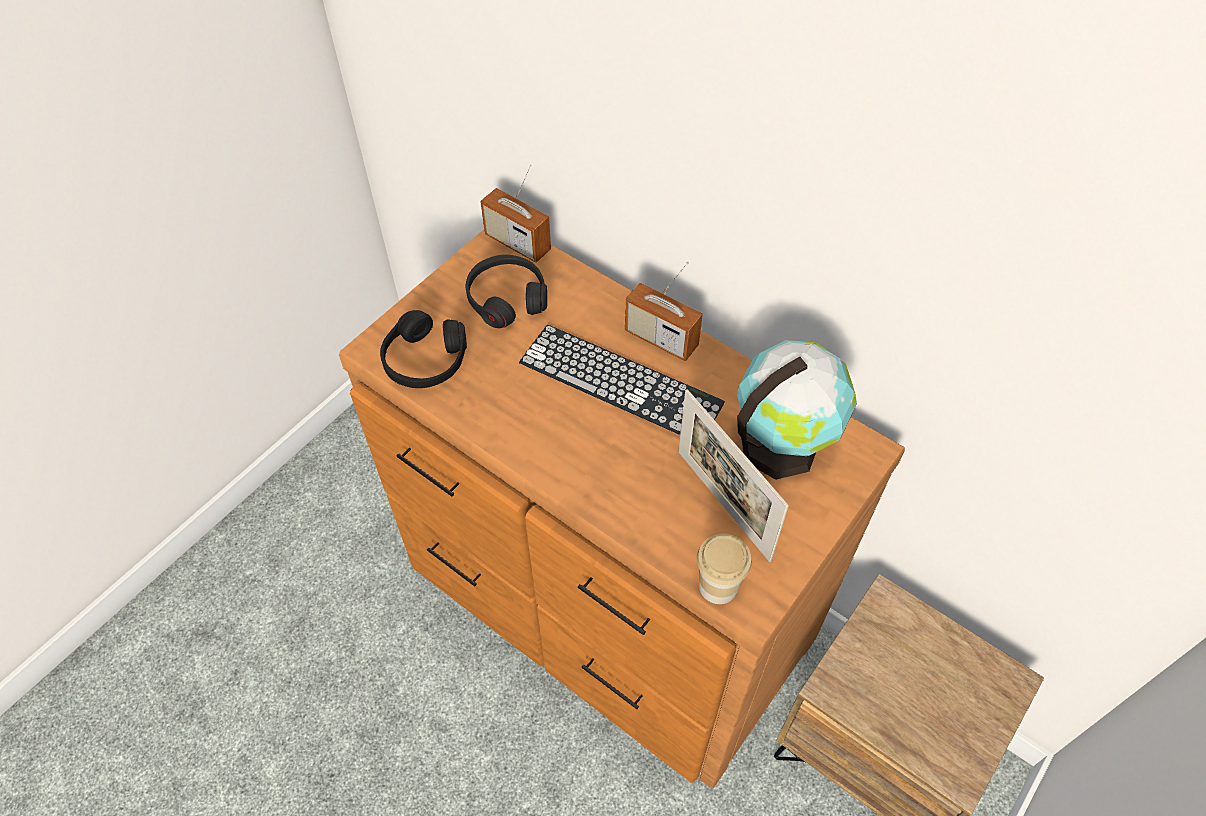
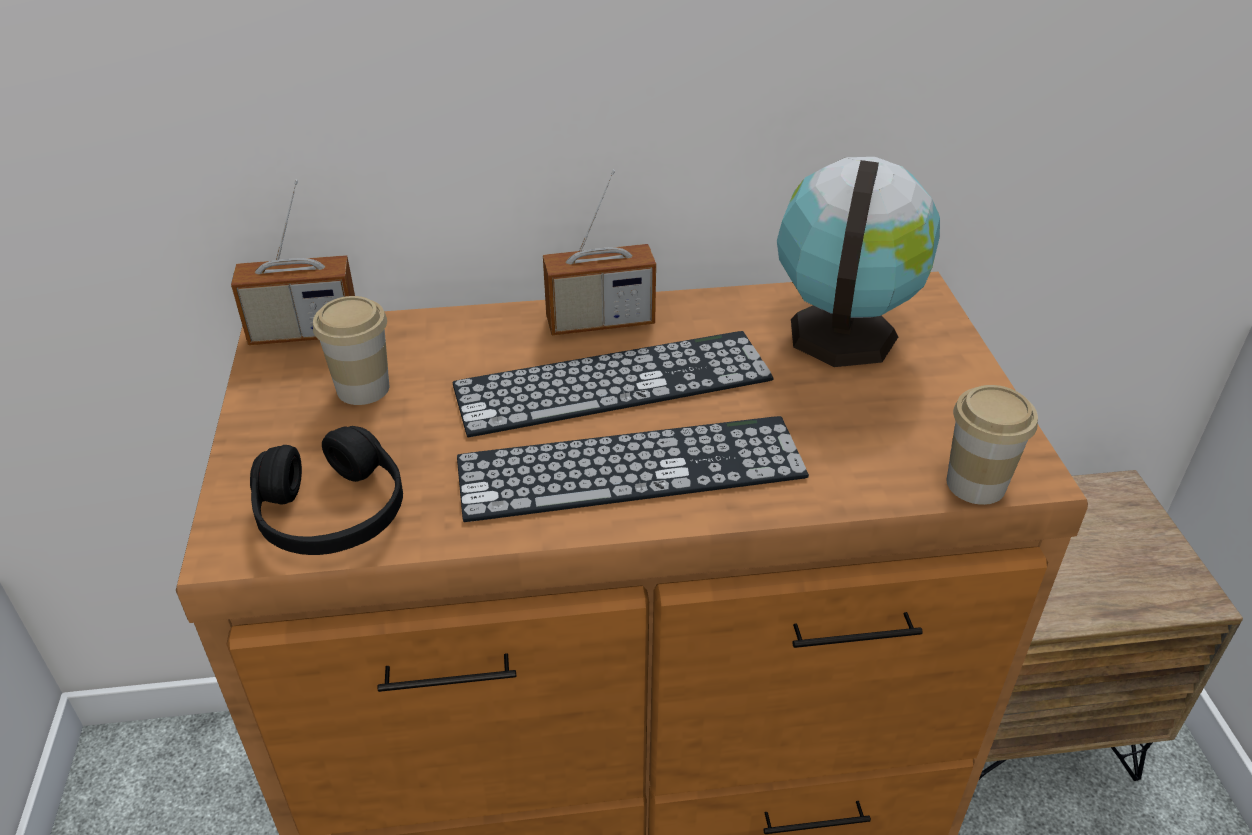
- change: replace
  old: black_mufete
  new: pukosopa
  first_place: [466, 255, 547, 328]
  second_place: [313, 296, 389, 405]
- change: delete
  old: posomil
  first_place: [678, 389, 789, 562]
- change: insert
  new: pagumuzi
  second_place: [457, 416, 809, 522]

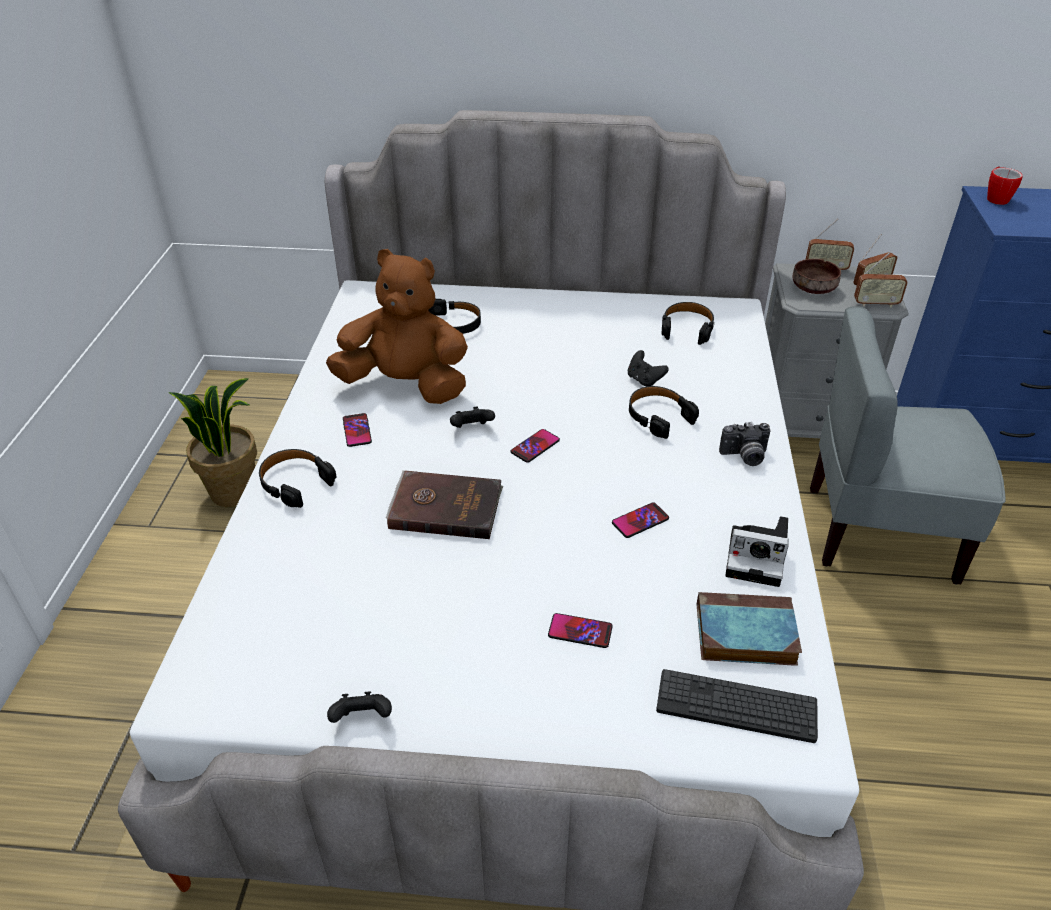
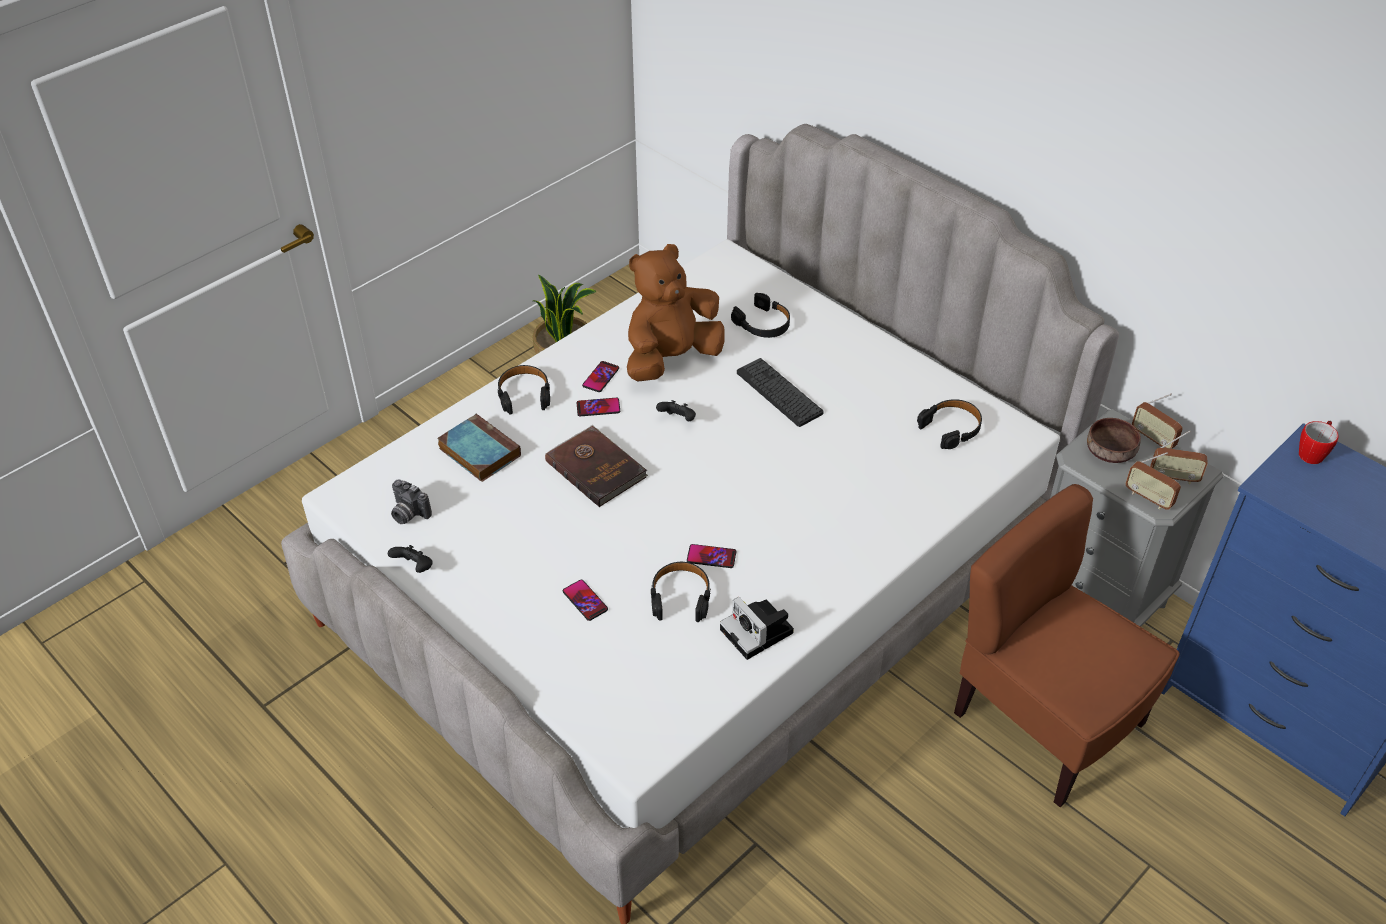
- change: rotate
  old: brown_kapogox
  first_place: [326, 249, 468, 404]
  second_place: [627, 244, 724, 381]
  degrees: -90
- change: recolor
  old: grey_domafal
  new: brown_domafal
  first_place: [810, 306, 1006, 585]
  second_place: [954, 484, 1180, 808]
- change: delete
  old: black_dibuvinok
  first_place: [628, 350, 669, 386]
- change: move
  old: black_mufete
  first_place: [629, 386, 699, 439]
  second_place: [651, 562, 711, 622]
- change: move
  old: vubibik
  first_place: [719, 422, 771, 466]
  second_place: [391, 479, 432, 524]
- change: move
  old: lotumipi
  first_place: [511, 429, 560, 463]
  second_place: [576, 398, 620, 416]
- change: move
  old: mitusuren
  first_place: [697, 592, 802, 666]
  second_place: [437, 414, 521, 482]
- change: move
  old: pagumuzi
  first_place: [656, 669, 818, 743]
  second_place: [737, 358, 824, 427]

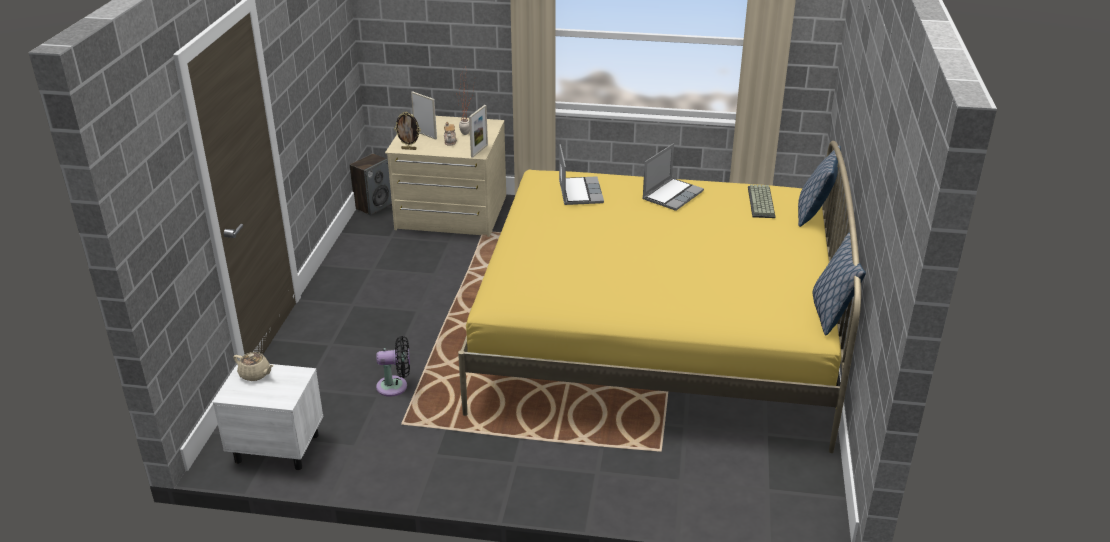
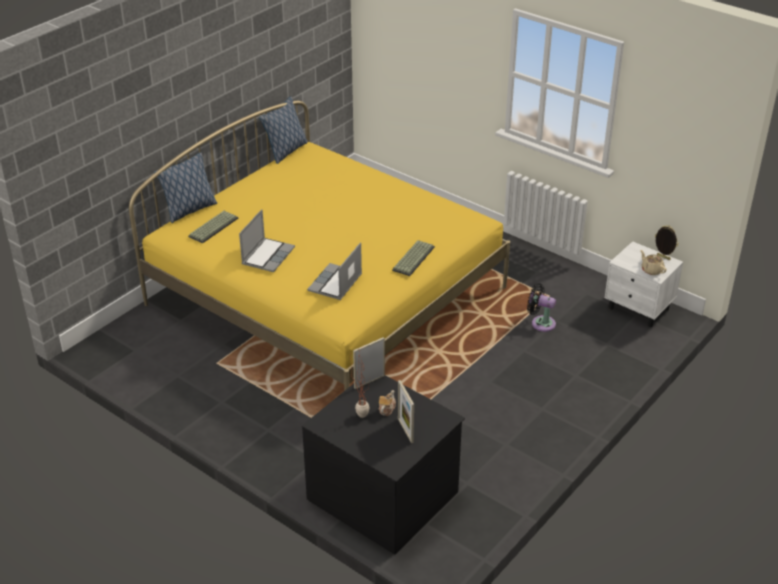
- change: move
  old: posomil
  first_place: [394, 112, 420, 150]
  second_place: [655, 225, 679, 260]
- change: recolor
  old: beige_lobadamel
  new: black_lobadamel
  first_place: [385, 114, 506, 237]
  second_place: [302, 375, 465, 554]
- change: rotate
  old: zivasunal
  first_place: [642, 143, 704, 211]
  second_place: [239, 209, 295, 272]
  degrees: 135
- change: delete
  old: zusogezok
  first_place: [350, 153, 392, 216]
- change: insert
  new: pagumuzi
  second_place: [392, 240, 435, 276]

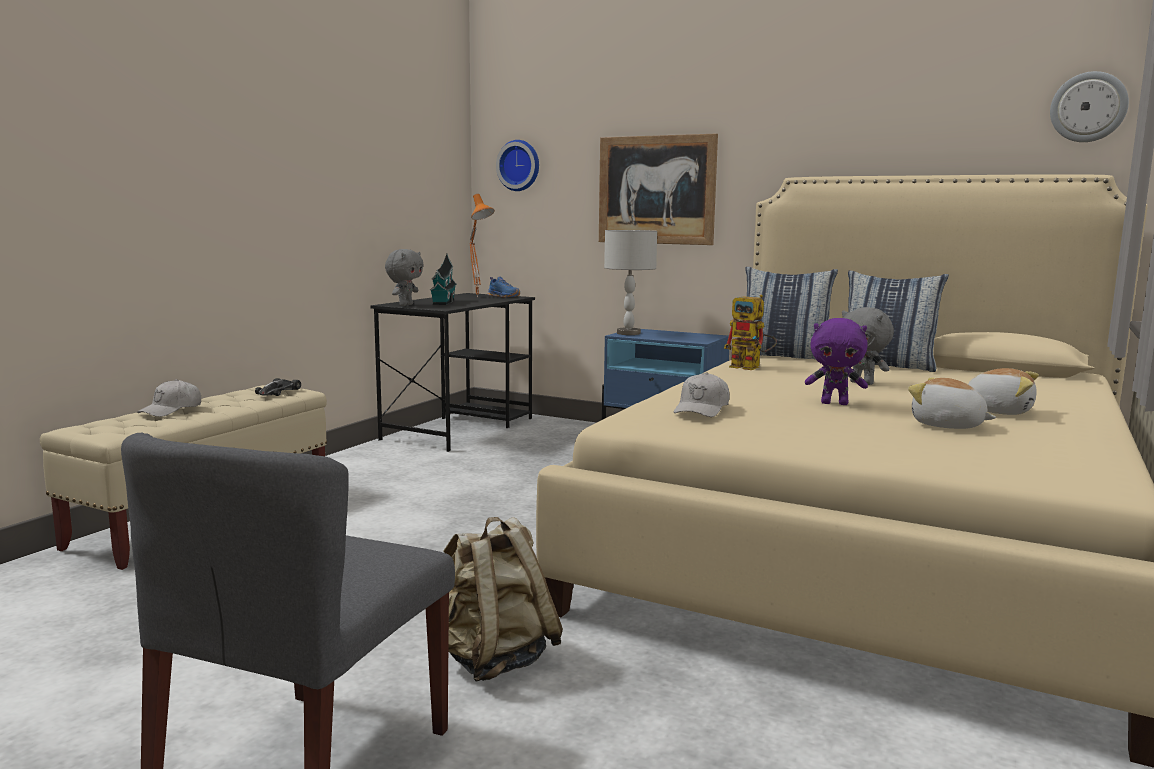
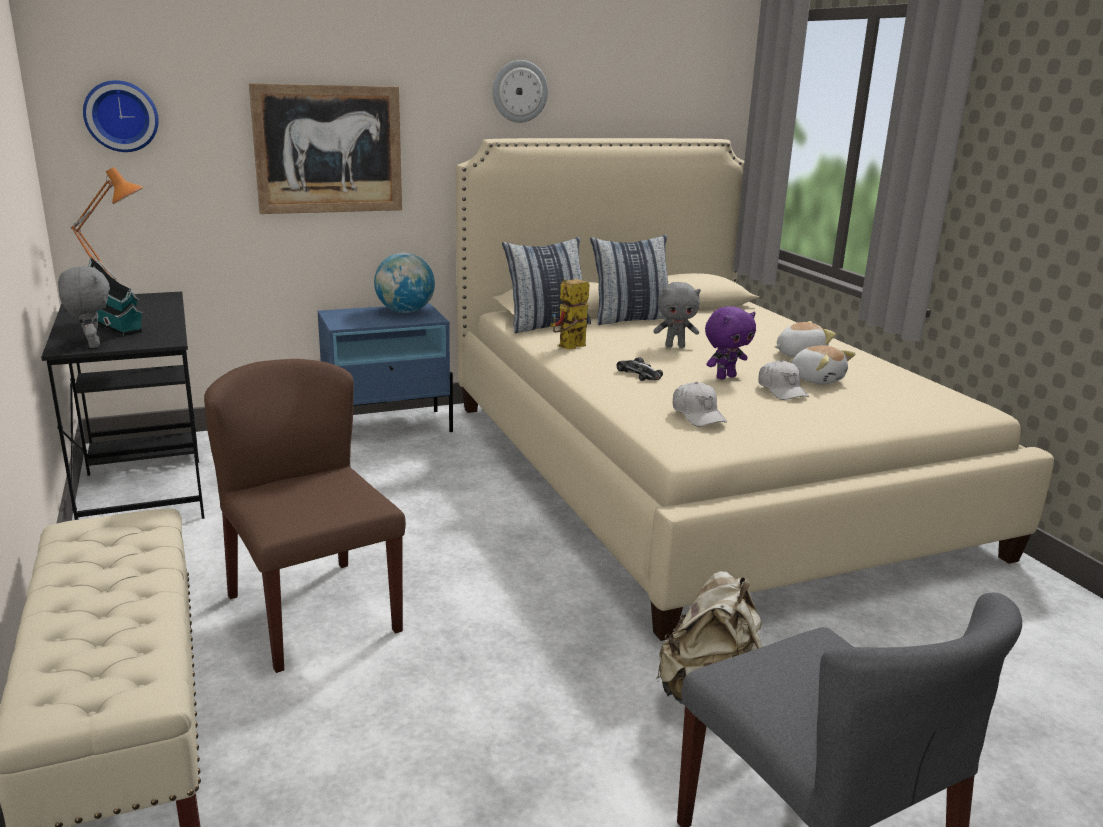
- change: move
  old: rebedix
  first_place: [1050, 71, 1129, 142]
  second_place: [492, 60, 548, 123]
- change: delete
  old: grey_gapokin
  first_place: [604, 230, 657, 335]
- change: delete
  old: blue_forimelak
  first_place: [488, 277, 520, 297]
- change: rotate
  old: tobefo
  first_place: [724, 294, 777, 370]
  second_place: [551, 279, 589, 350]
  degrees: 150
- change: rotate
  old: kapogox
  first_place: [908, 377, 996, 429]
  second_place: [791, 345, 856, 384]
  degrees: -120
- change: move
  old: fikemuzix
  first_place: [255, 378, 301, 396]
  second_place: [616, 357, 663, 381]
- change: move
  old: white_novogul
  first_place: [137, 379, 201, 417]
  second_place: [758, 360, 810, 400]
- change: insert
  new: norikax
  second_place: [374, 253, 435, 313]
- change: insert
  new: brown_domafal
  second_place: [204, 359, 406, 673]

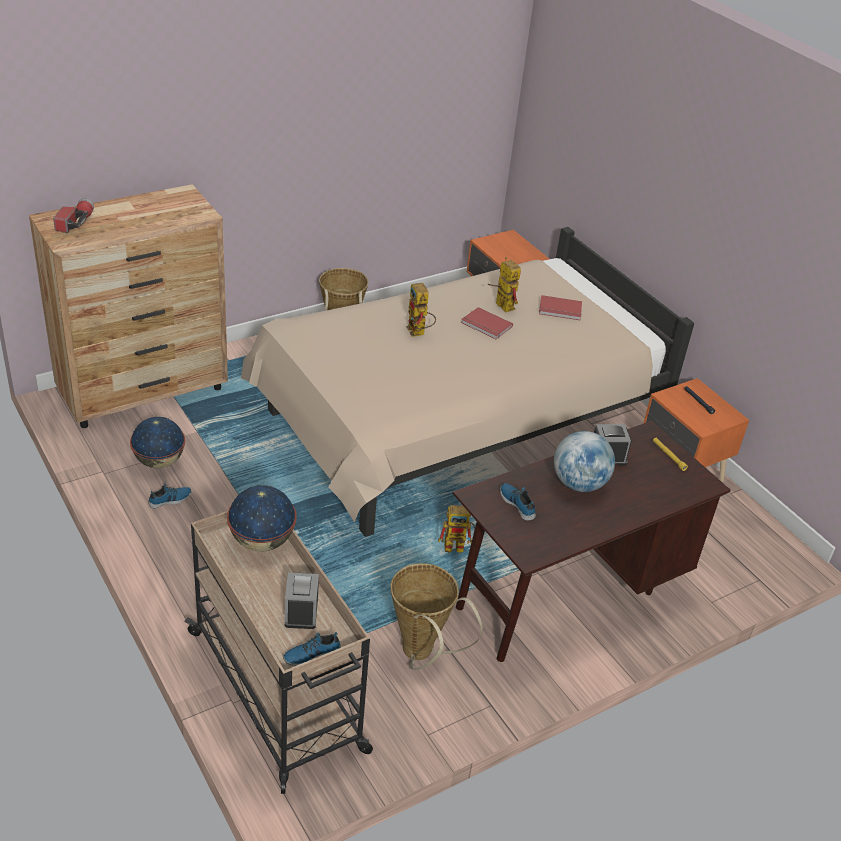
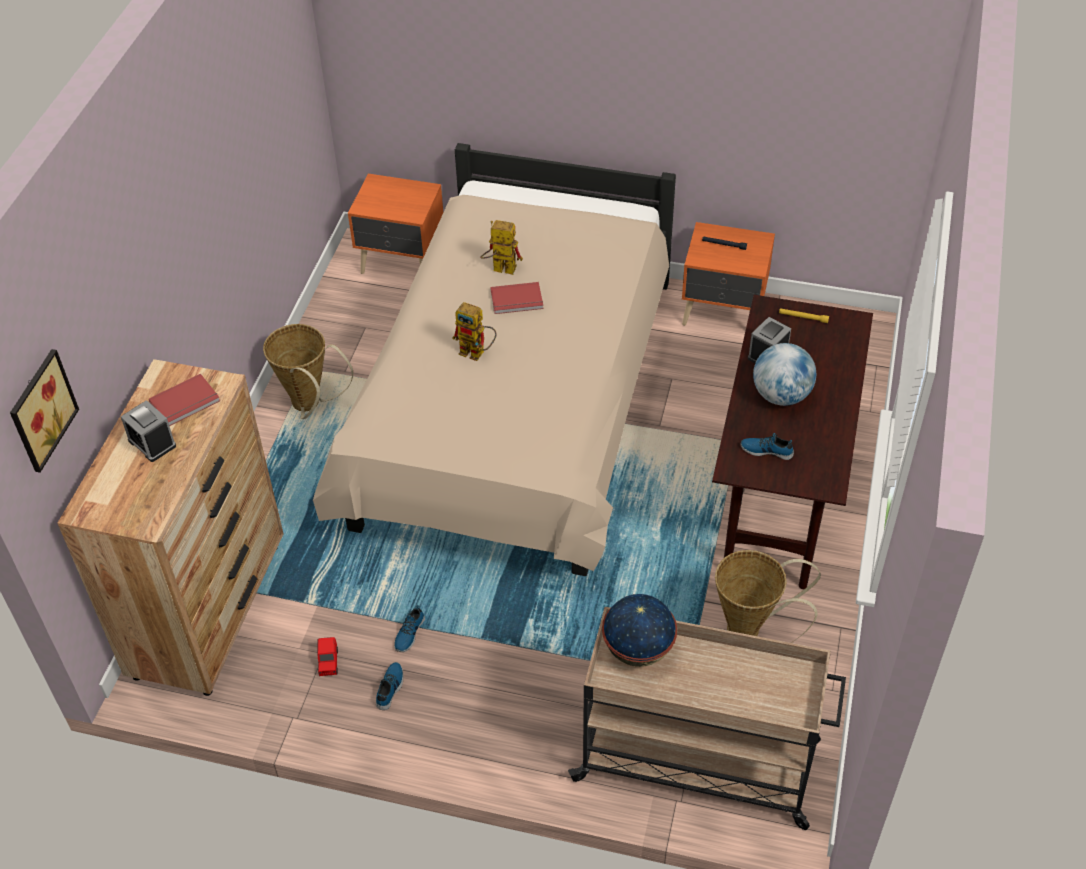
- change: delete
  old: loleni
  first_place: [53, 199, 94, 233]
- change: move
  old: red_mitusuren
  first_place: [539, 295, 582, 320]
  second_place: [149, 374, 220, 426]
- change: replace
  old: norikax
  new: red_fikemuzix
  first_place: [130, 417, 185, 469]
  second_place: [317, 637, 338, 676]
- change: delete
  old: tobefo
  first_place: [438, 505, 475, 554]
- change: move
  old: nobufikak
  first_place: [285, 572, 319, 629]
  second_place: [121, 400, 176, 462]
- change: move
  old: forimelak
  first_place: [283, 632, 341, 666]
  second_place: [394, 605, 425, 652]
- change: insert
  new: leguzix
  second_place: [10, 349, 79, 473]

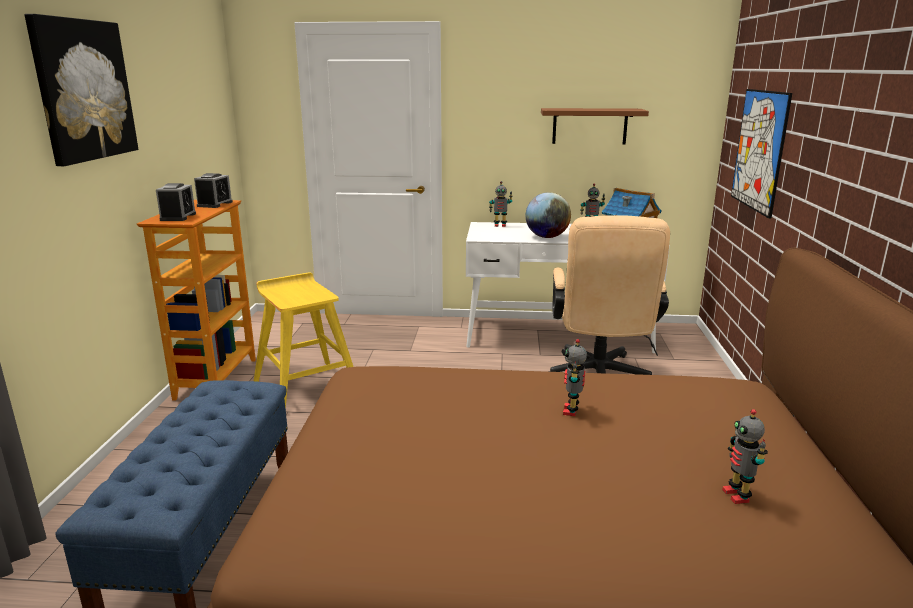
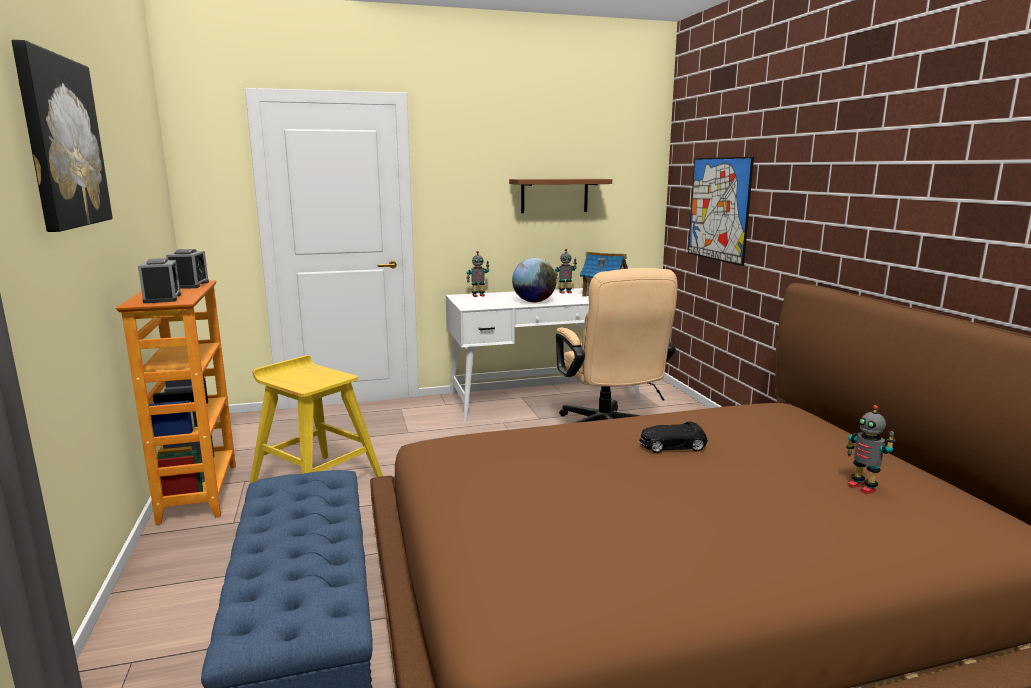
- change: replace
  old: tobefo
  new: black_fikemuzix
  first_place: [563, 339, 587, 416]
  second_place: [639, 421, 708, 453]

